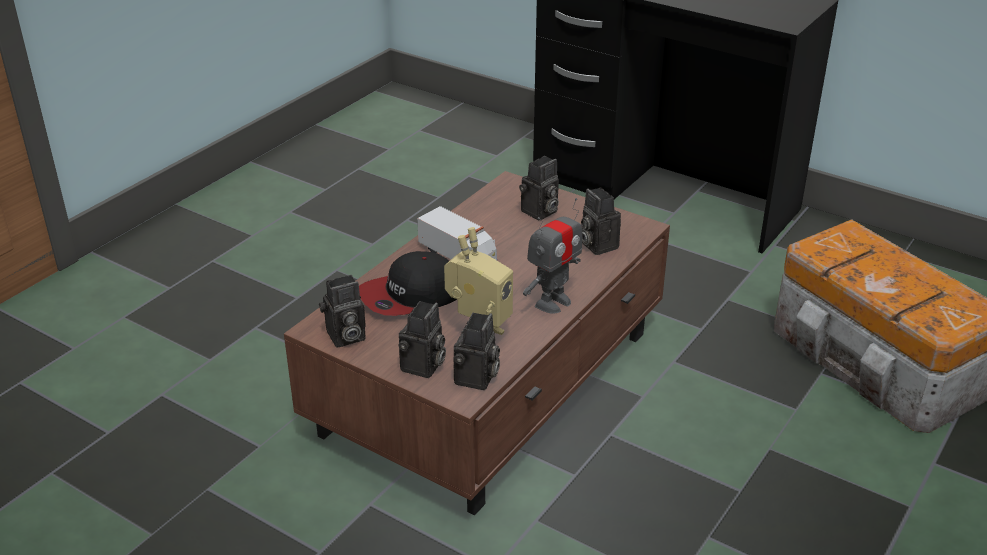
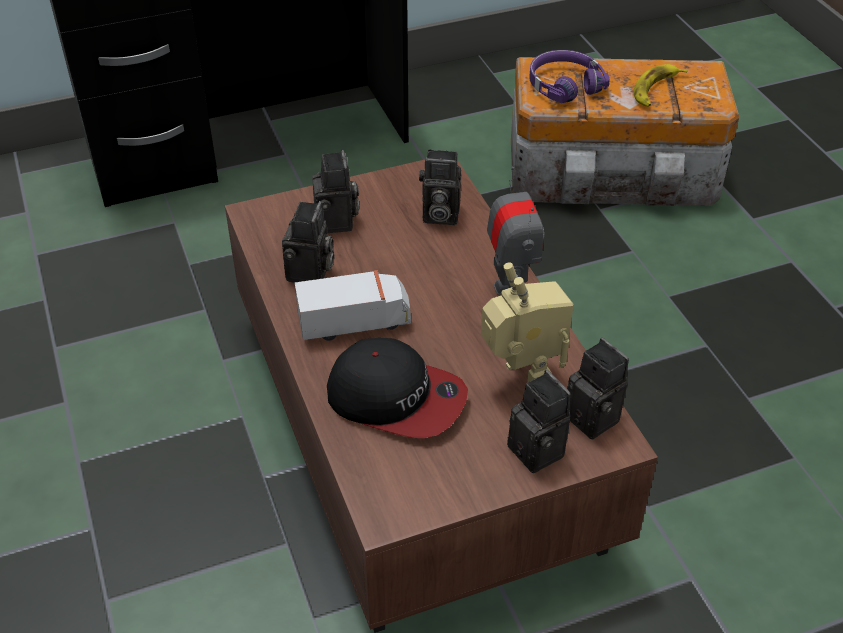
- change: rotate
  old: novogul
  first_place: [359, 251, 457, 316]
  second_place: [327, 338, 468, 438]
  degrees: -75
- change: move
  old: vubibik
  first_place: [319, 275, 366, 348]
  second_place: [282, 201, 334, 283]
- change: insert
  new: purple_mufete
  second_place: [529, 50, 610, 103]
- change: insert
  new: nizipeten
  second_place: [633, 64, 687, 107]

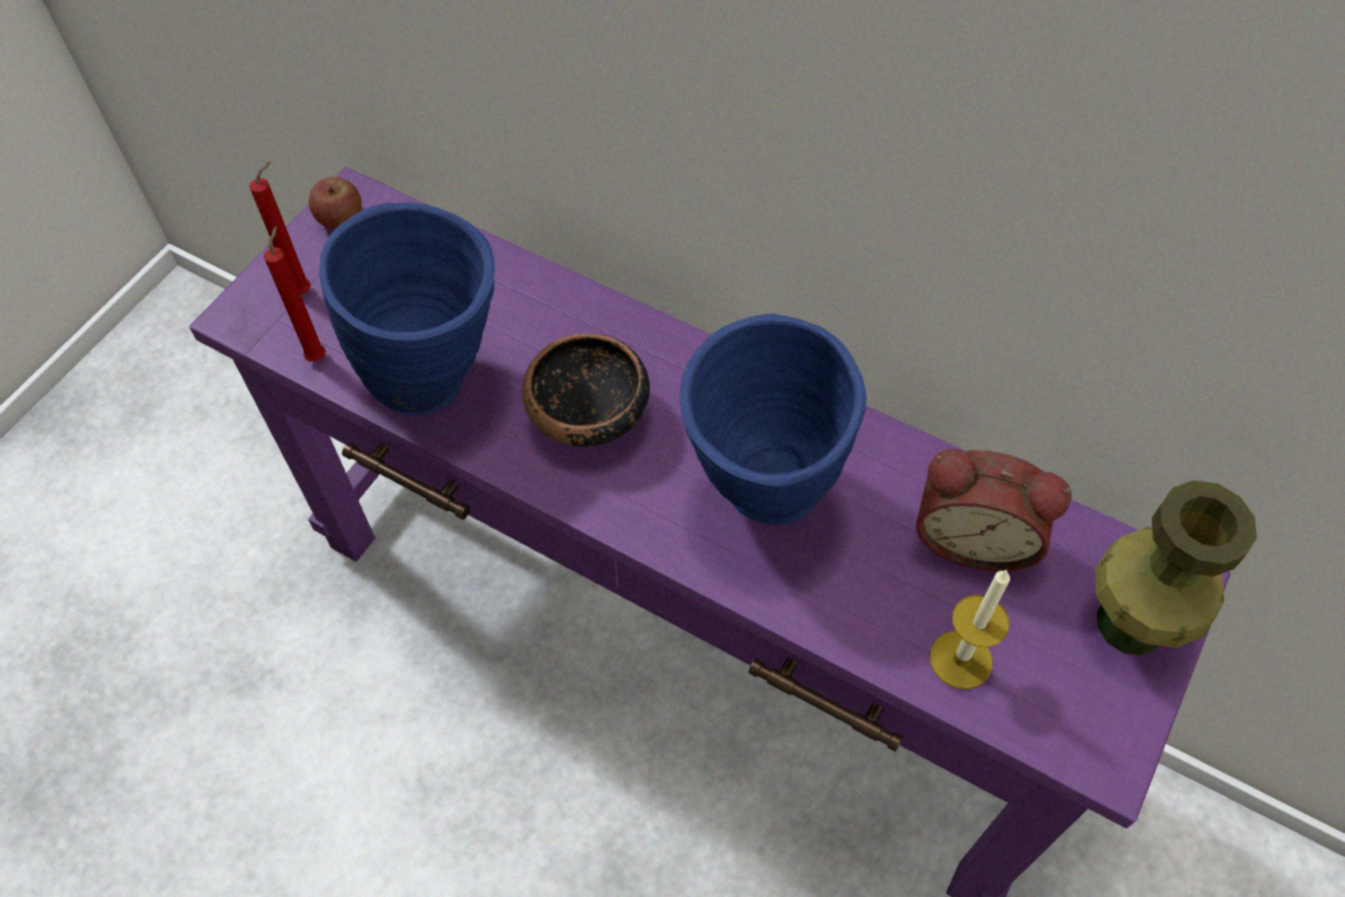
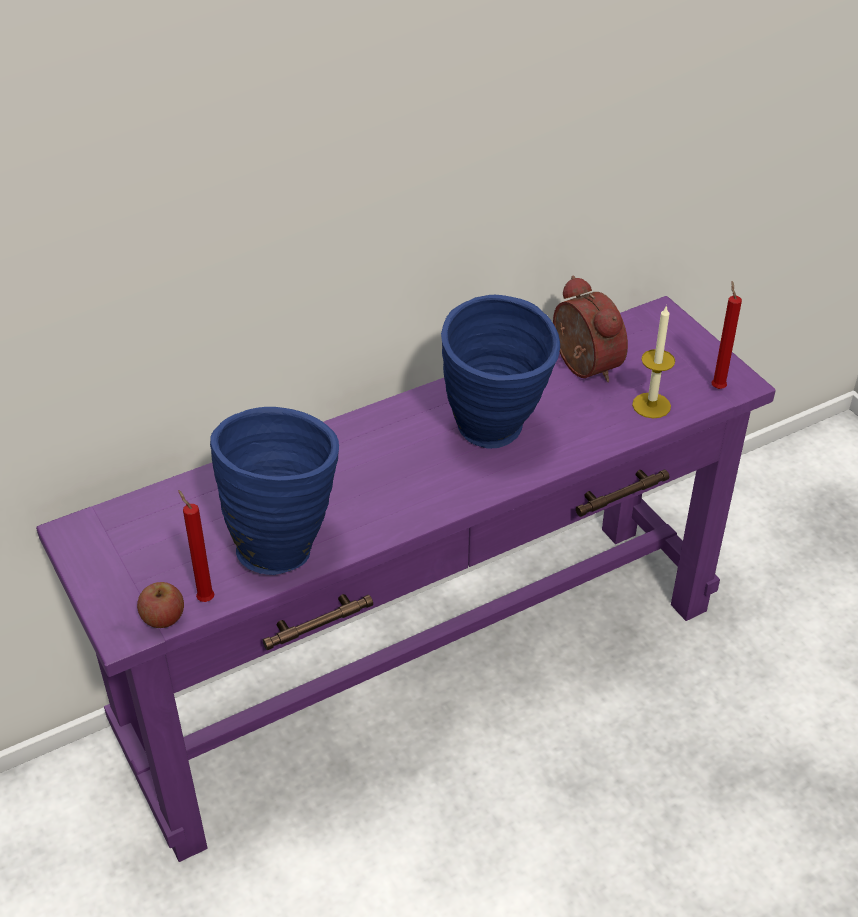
- change: move
  old: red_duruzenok
  first_place: [249, 161, 311, 294]
  second_place: [712, 281, 742, 389]
- change: move
  old: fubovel
  first_place: [309, 177, 362, 229]
  second_place: [137, 582, 184, 628]
- change: delete
  old: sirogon
  first_place: [522, 333, 650, 448]
- change: rotate
  old: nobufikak
  first_place: [916, 449, 1072, 572]
  second_place: [553, 276, 628, 382]
  degrees: -75
- change: delete
  old: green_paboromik
  first_place: [1095, 480, 1257, 655]

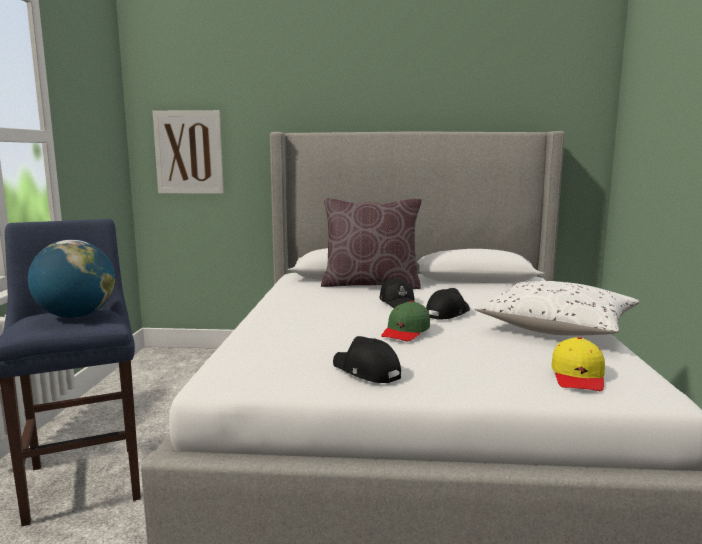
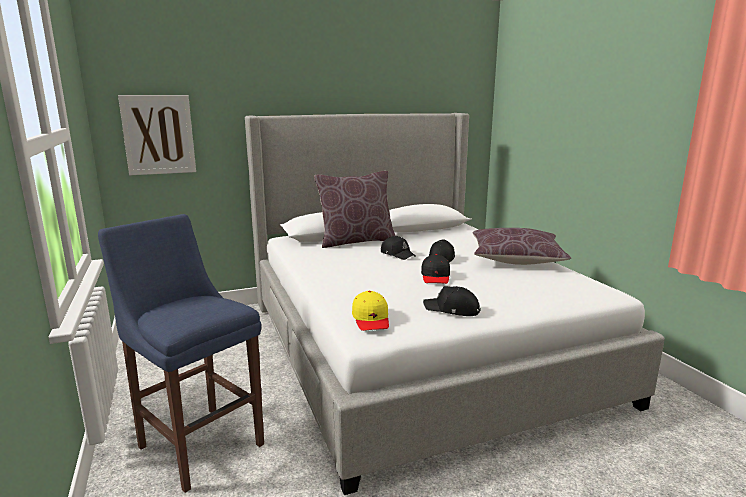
- change: delete
  old: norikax
  first_place: [28, 240, 115, 318]
- change: recolor
  old: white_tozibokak
  new: brown_tozibokak
  first_place: [474, 281, 639, 336]
  second_place: [473, 228, 571, 265]
- change: recolor
  old: green_novogul
  new: black_novogul
  first_place: [381, 301, 430, 341]
  second_place: [421, 254, 450, 284]
- change: move
  old: yellow_novogul
  first_place: [551, 337, 605, 391]
  second_place: [352, 291, 389, 331]

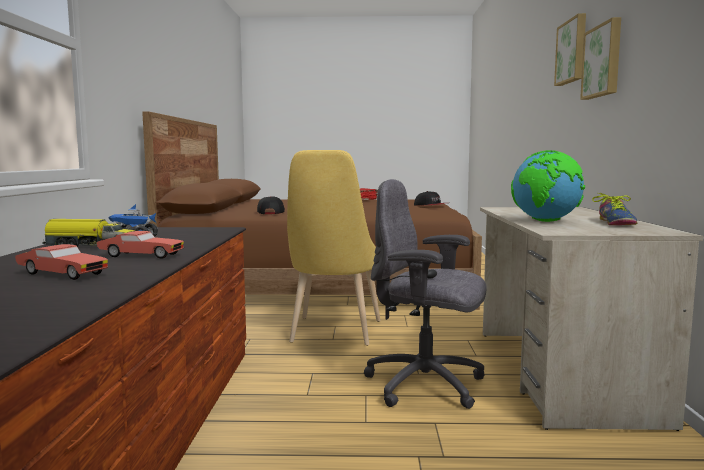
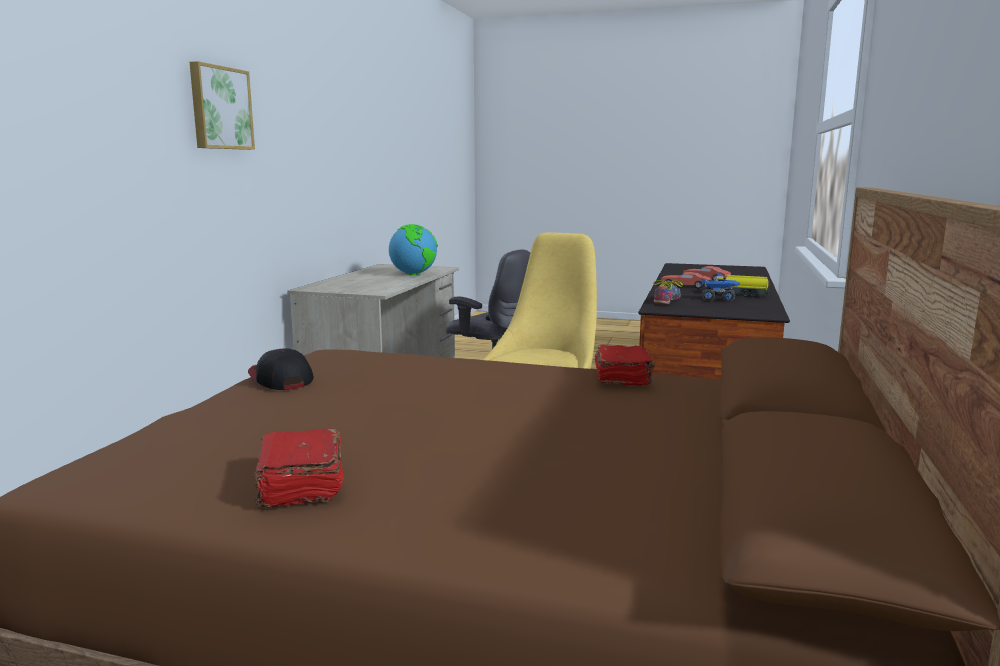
- change: delete
  old: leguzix
  first_place: [580, 17, 621, 100]
- change: move
  old: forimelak
  first_place: [592, 193, 637, 225]
  second_place: [653, 280, 683, 305]
- change: replace
  old: novogul
  new: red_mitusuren
  first_place: [257, 197, 285, 214]
  second_place: [594, 345, 655, 386]

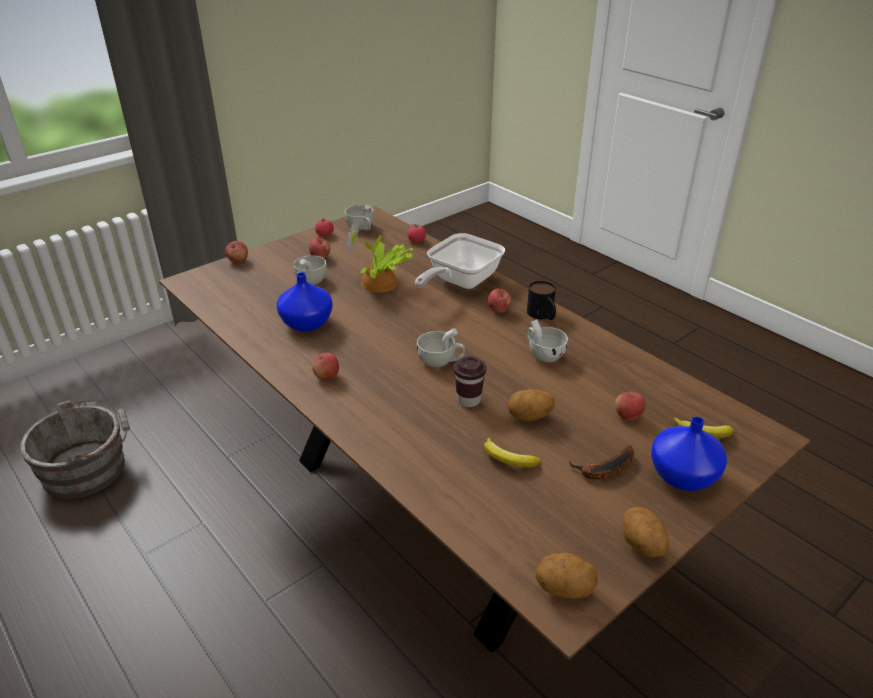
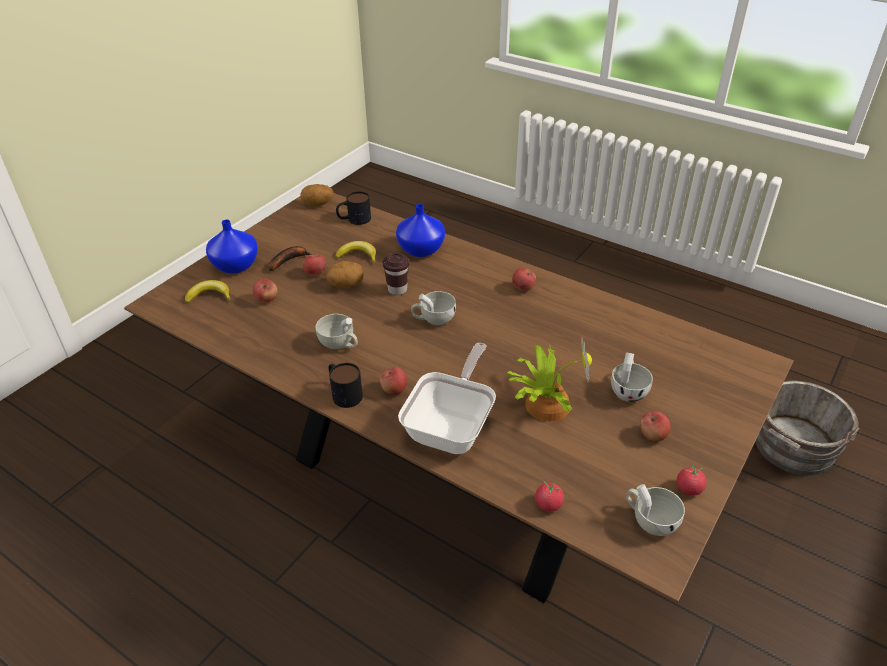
- change: move
  old: fubovel
  first_place: [225, 241, 248, 263]
  second_place: [303, 254, 326, 276]
- change: move
  old: blue_paboromik
  first_place: [277, 272, 333, 332]
  second_place: [396, 204, 445, 257]
- change: delete
  old: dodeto
  first_place: [622, 507, 669, 558]
- change: insert
  new: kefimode
  second_place: [336, 191, 371, 225]

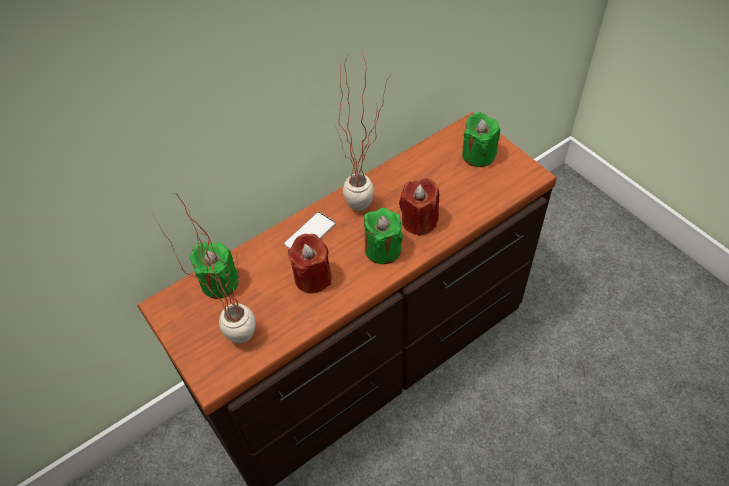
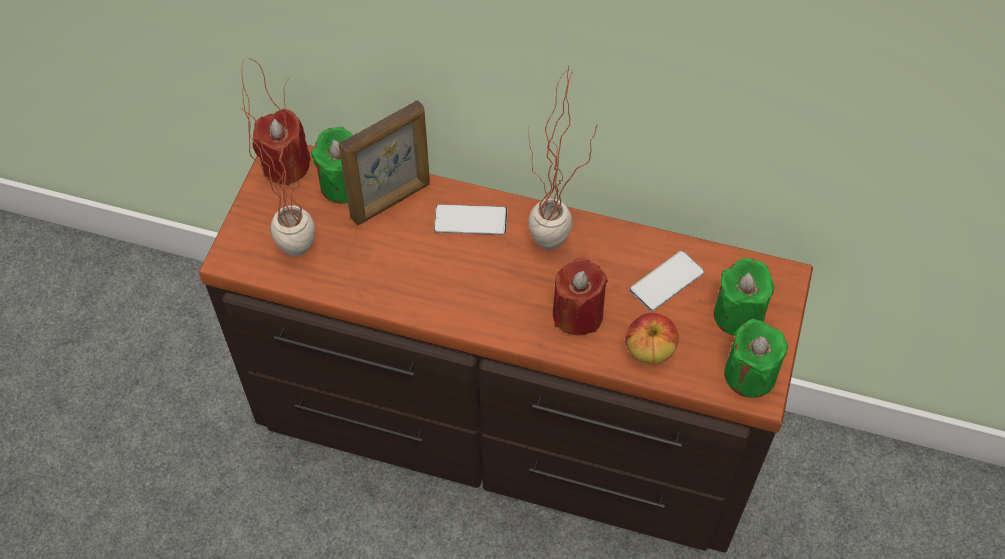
- change: move
  old: green_duruzenok
  first_place: [364, 208, 403, 264]
  second_place: [724, 319, 788, 398]
- change: move
  old: red_duruzenok
  first_place: [288, 234, 332, 293]
  second_place: [253, 109, 311, 186]
- change: insert
  new: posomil
  second_place: [339, 101, 430, 225]
- change: insert
  new: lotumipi
  second_place: [629, 251, 704, 311]
- change: insert
  new: fubovel
  second_place: [625, 313, 679, 364]

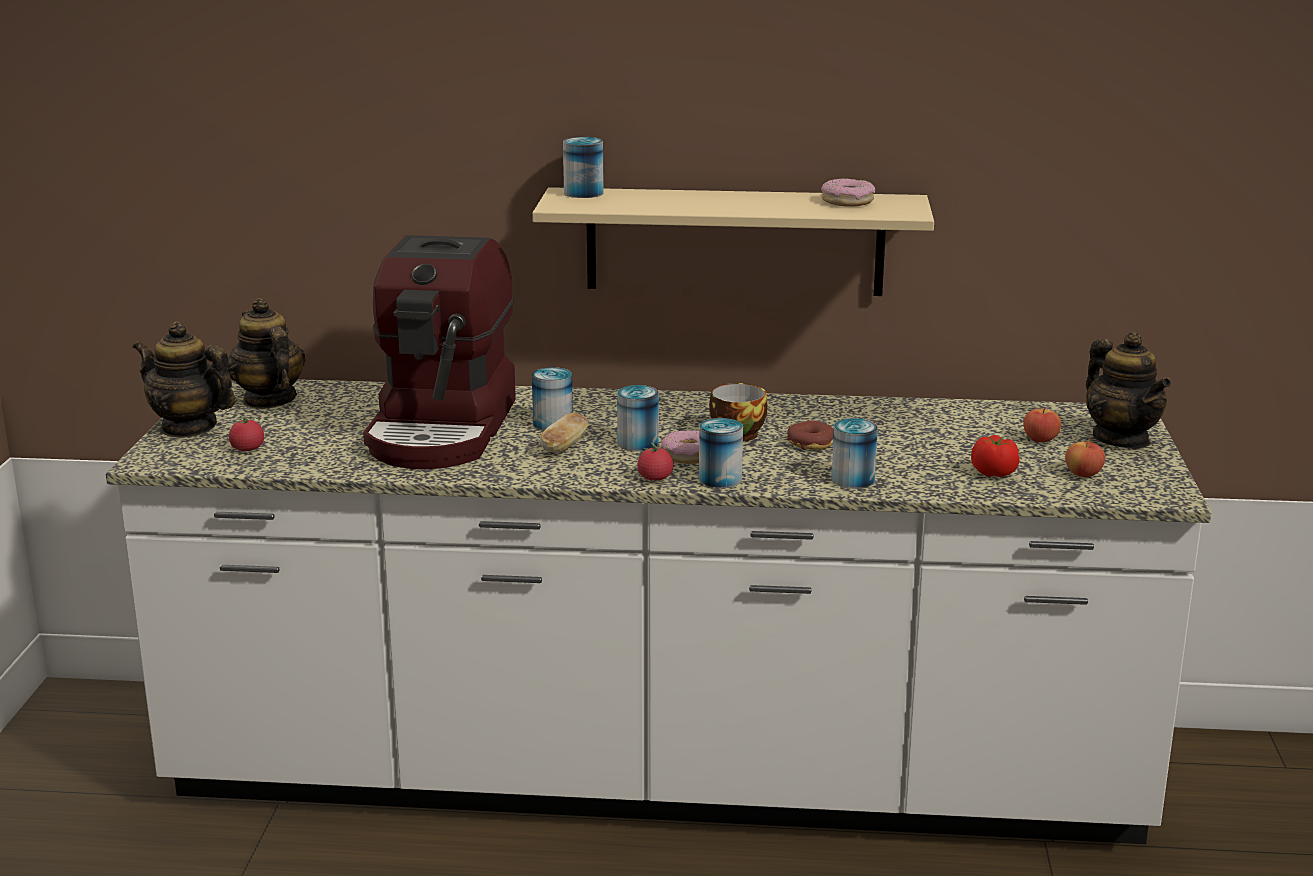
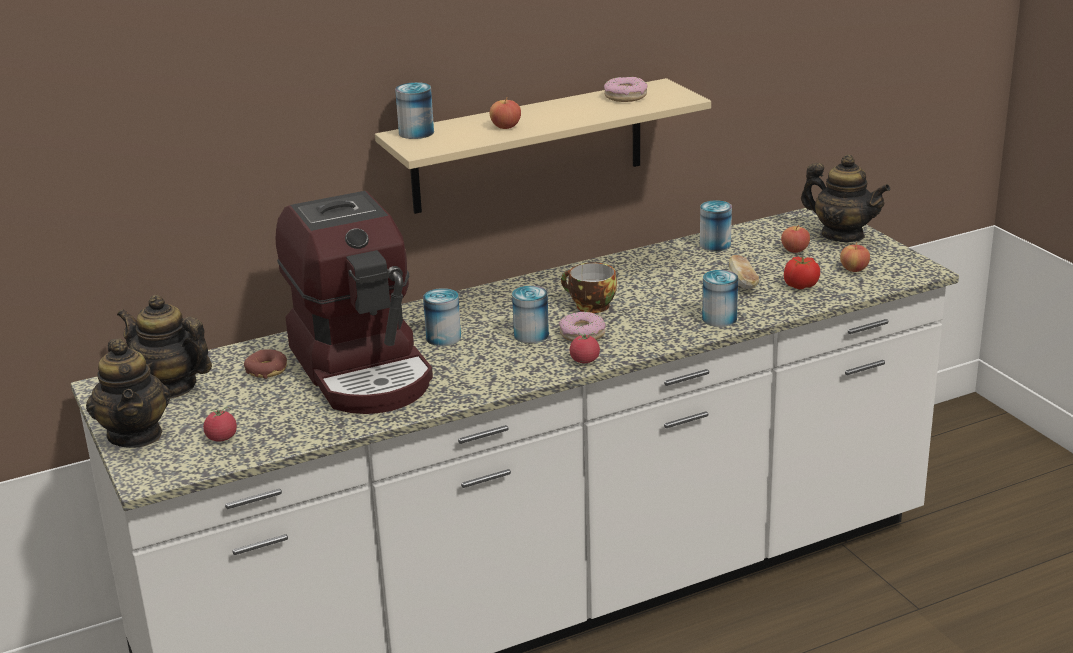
- change: rotate
  old: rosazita
  first_place: [133, 321, 235, 438]
  second_place: [86, 339, 170, 448]
  degrees: -105
- change: move
  old: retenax
  first_place: [540, 413, 589, 453]
  second_place: [729, 255, 759, 289]
- change: move
  old: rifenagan
  first_place: [699, 418, 743, 488]
  second_place: [700, 200, 732, 251]
- change: move
  old: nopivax
  first_place: [787, 421, 834, 450]
  second_place: [244, 349, 287, 379]
- change: insert
  new: fubovel
  second_place: [490, 97, 521, 129]

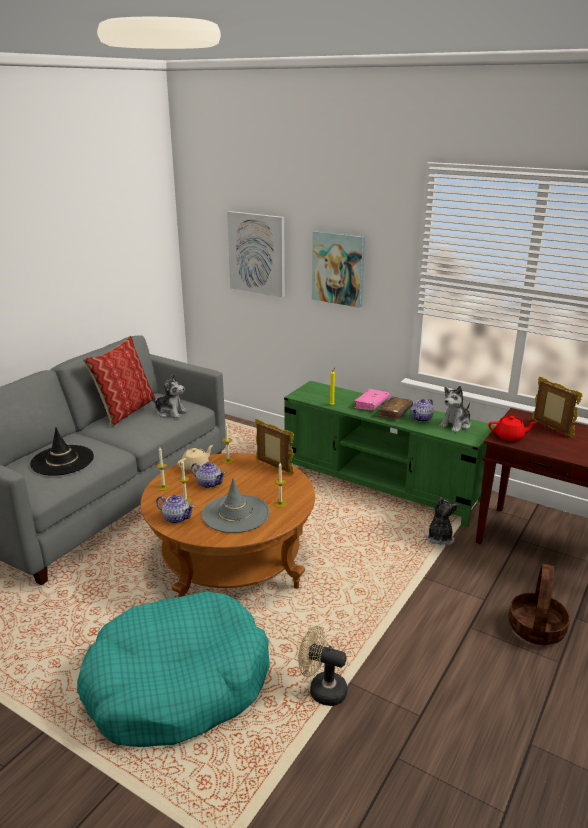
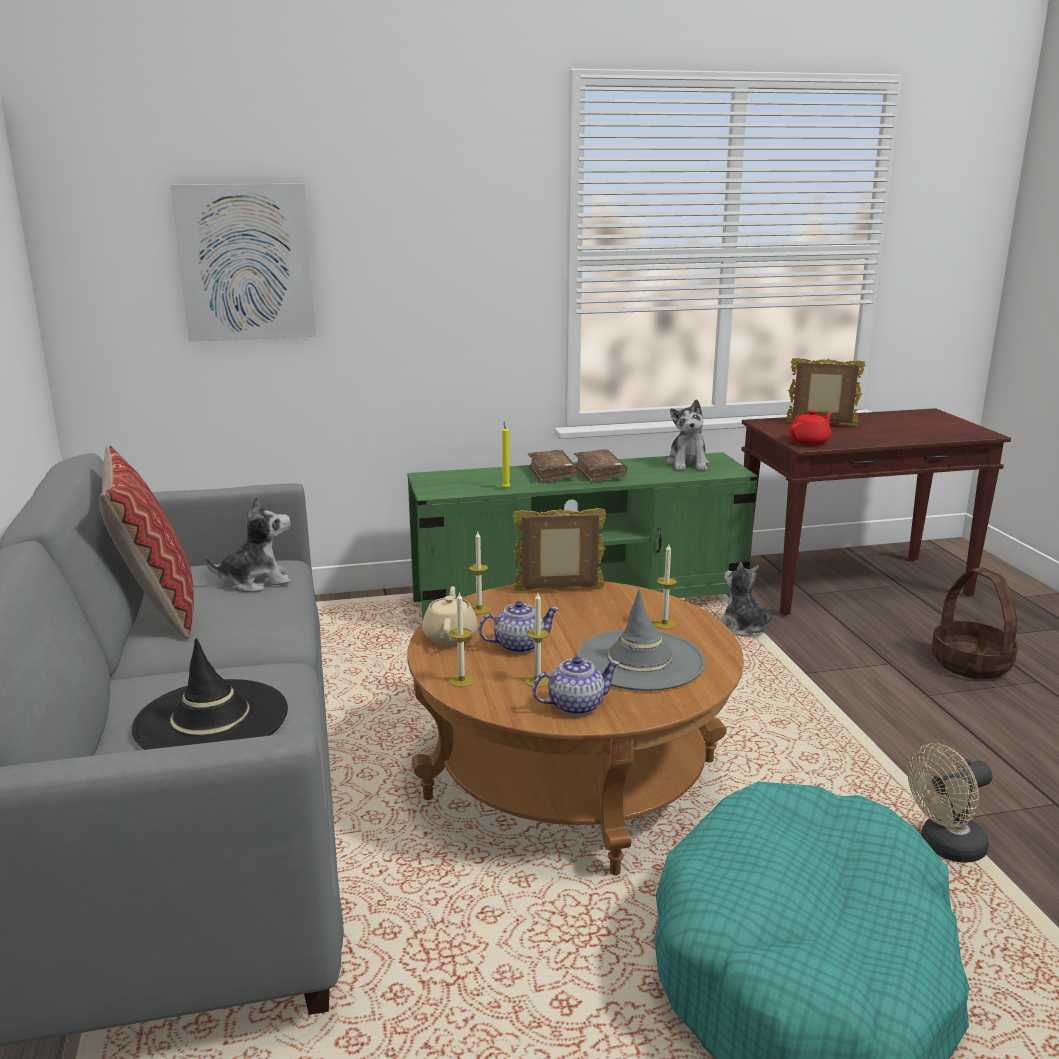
- change: delete
  old: leguzix
  first_place: [312, 231, 365, 308]
- change: recolor
  old: pink_mitusuren
  new: brown_mitusuren
  first_place: [354, 389, 390, 410]
  second_place: [528, 450, 578, 483]
- change: delete
  old: rosazita
  first_place: [411, 399, 434, 422]

